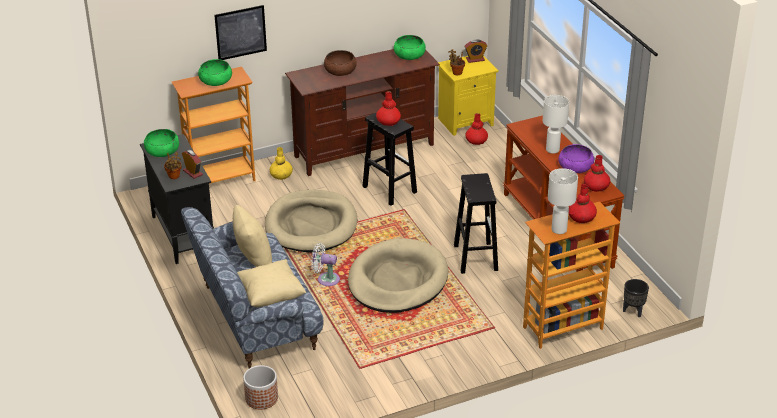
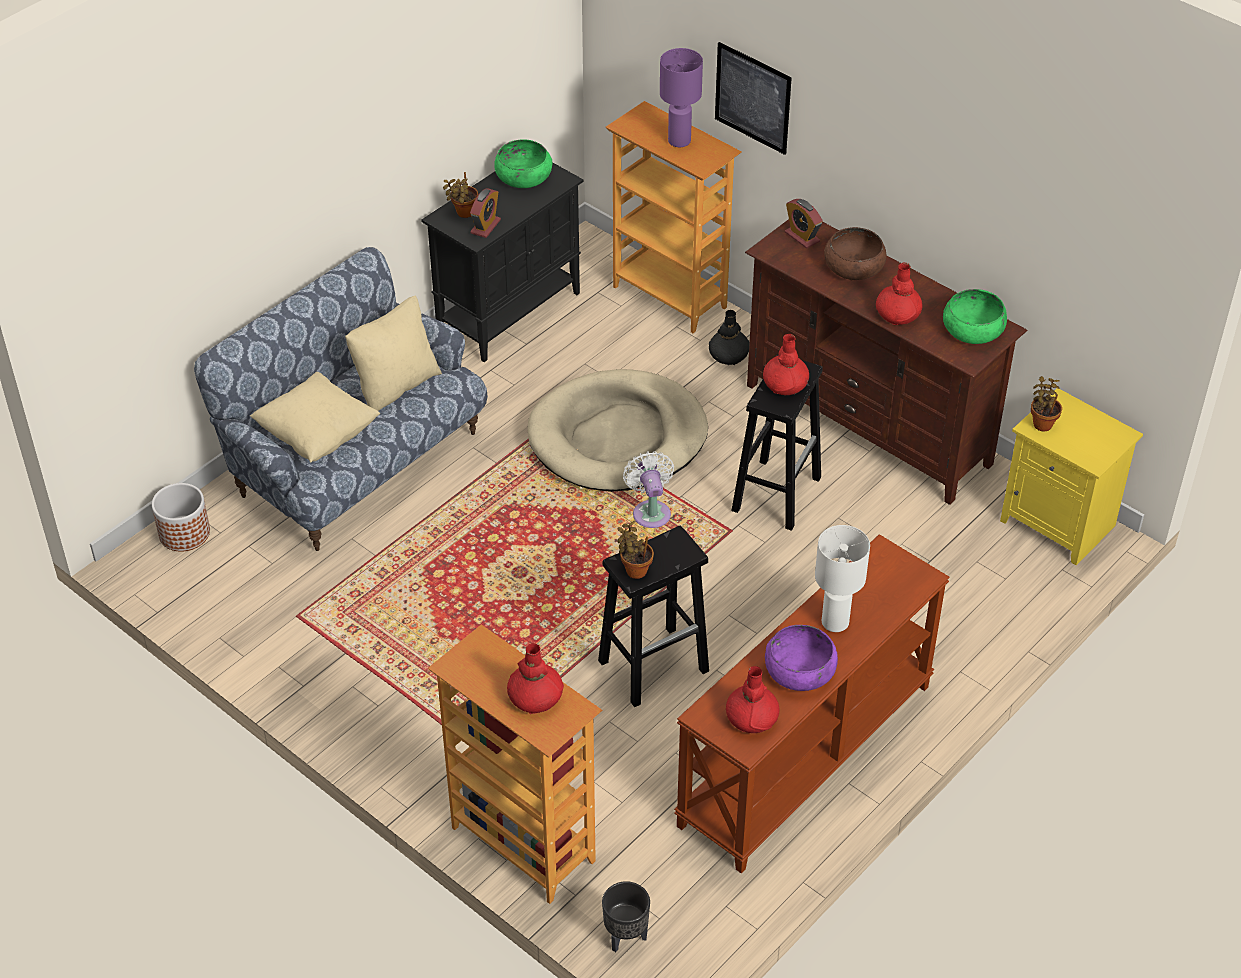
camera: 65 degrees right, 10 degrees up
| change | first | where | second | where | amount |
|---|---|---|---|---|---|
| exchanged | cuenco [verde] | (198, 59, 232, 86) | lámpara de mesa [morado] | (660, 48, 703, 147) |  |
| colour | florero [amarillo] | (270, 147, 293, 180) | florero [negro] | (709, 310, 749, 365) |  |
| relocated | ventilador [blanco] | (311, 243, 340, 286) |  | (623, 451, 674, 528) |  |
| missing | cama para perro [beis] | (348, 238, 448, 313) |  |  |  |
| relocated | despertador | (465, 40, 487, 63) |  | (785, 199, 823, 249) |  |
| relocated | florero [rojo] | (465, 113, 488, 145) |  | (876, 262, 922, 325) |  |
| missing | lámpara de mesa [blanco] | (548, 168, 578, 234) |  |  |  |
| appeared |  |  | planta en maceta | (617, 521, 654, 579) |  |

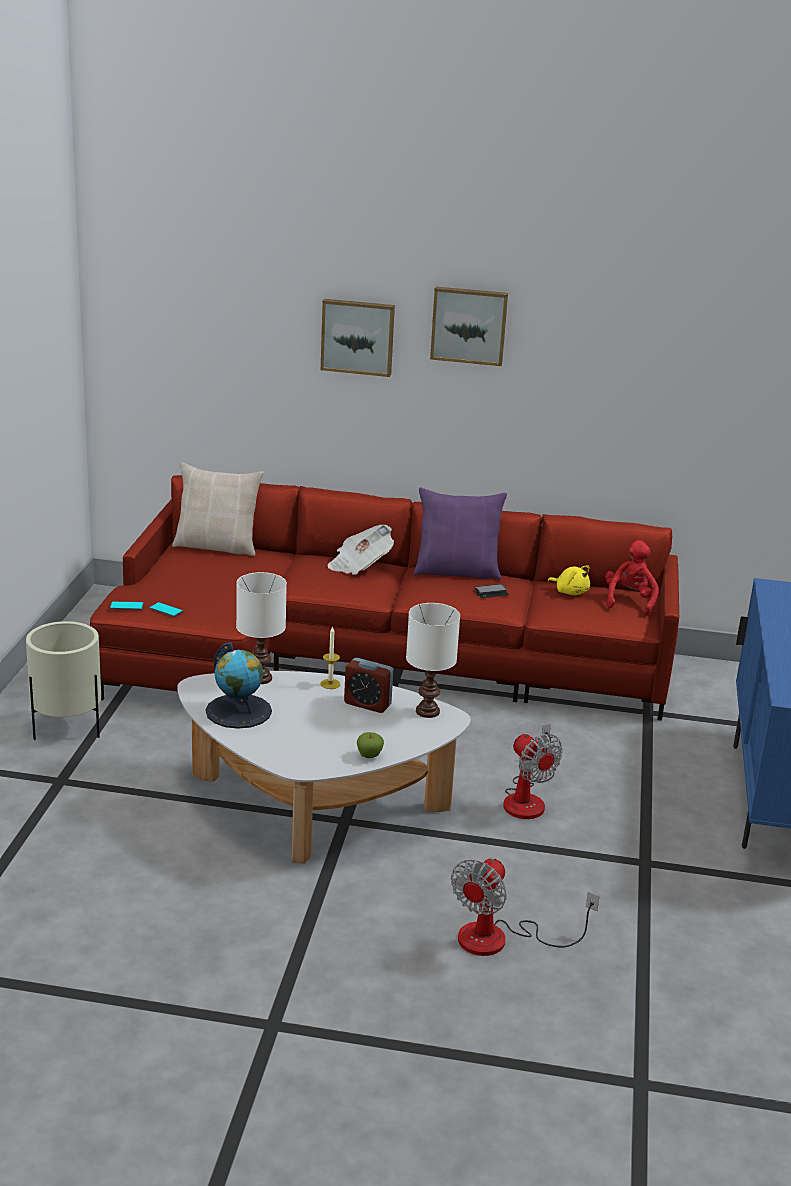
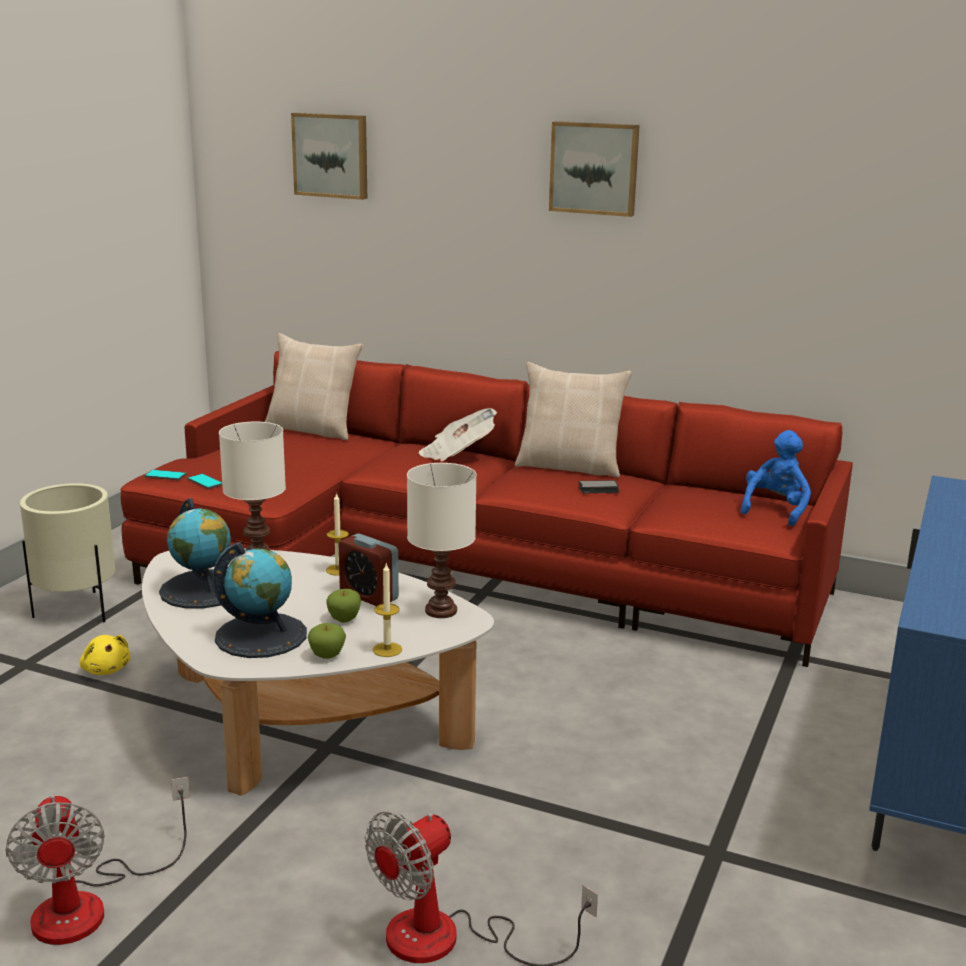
camera: 15 degrees right, 5 degrees down
| change | first | where | second | where | amount |
|---|---|---|---|---|---|
| relocated | cuadro | (321, 299, 395, 377) |  | (291, 113, 367, 200) |  |
| colour | cojín [morado] | (414, 488, 507, 580) | cojín [beis] | (515, 362, 632, 478) |  |
| relocated | ventilador | (503, 723, 563, 819) |  | (5, 777, 190, 945) |  |
| relocated | peluche [amarillo] | (547, 566, 590, 595) |  | (80, 635, 130, 675) |  |
| colour | peluche [rojo] | (605, 540, 659, 616) | peluche [azul] | (741, 430, 811, 526) |  |
| appeared |  |  | globo terráqueo | (213, 542, 307, 658) |  |
| appeared |  |  | manzana | (326, 589, 361, 623) |  |
| appeared |  |  | vela | (373, 564, 402, 657) |  |

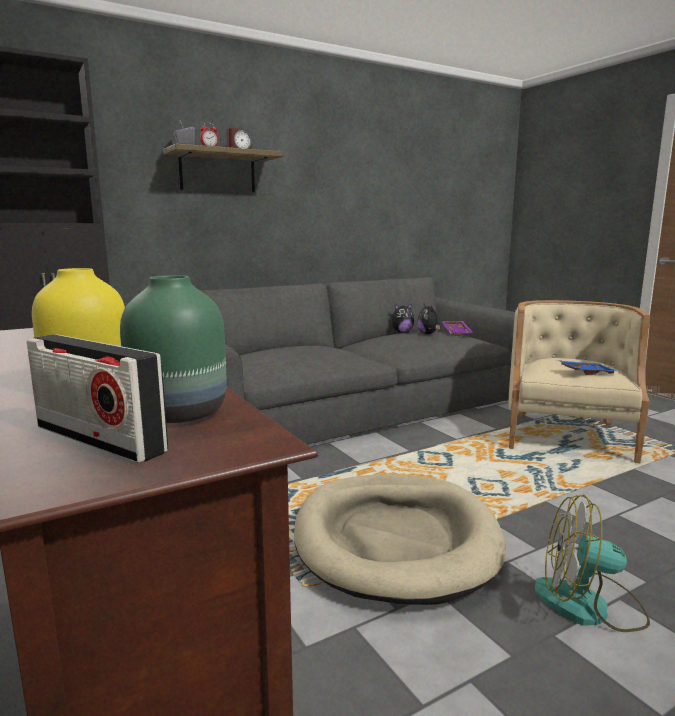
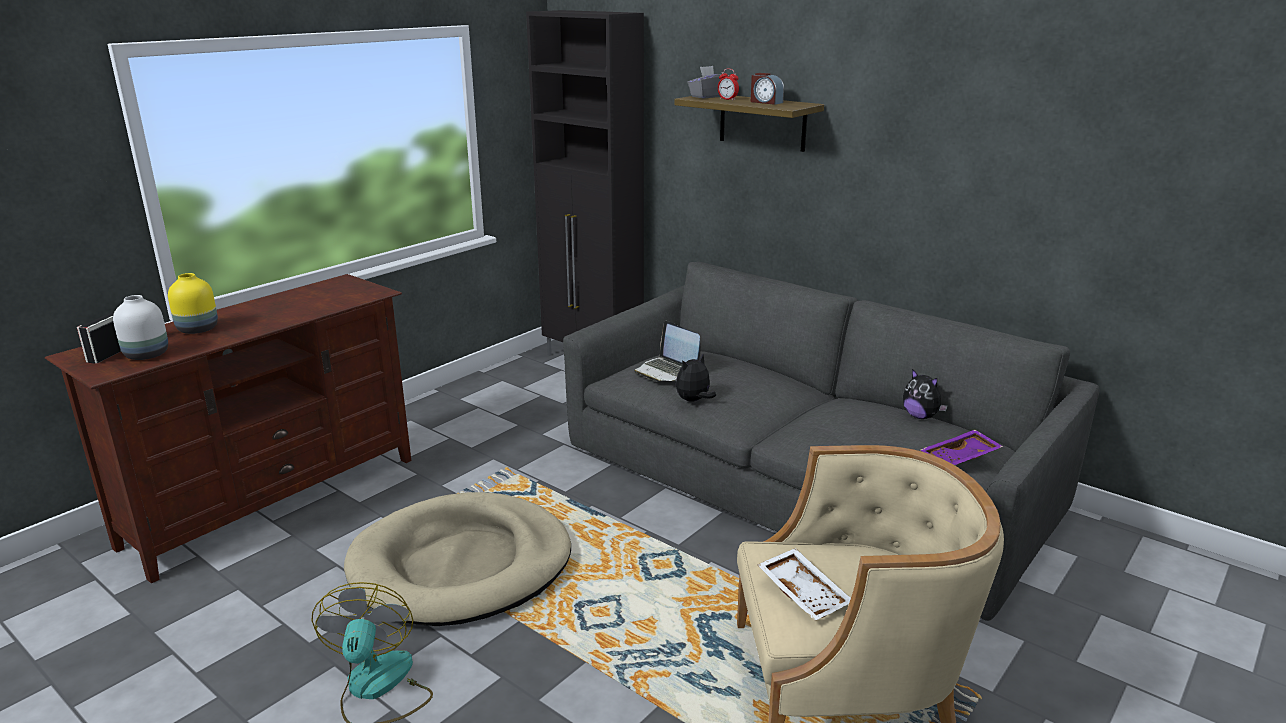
camera: 70 degrees right, 10 degrees up
| change | first | where | second | where | amount |
|---|---|---|---|---|---|
| colour | florero [verde] | (120, 275, 227, 423) | florero [blanco] | (113, 295, 168, 360) |  |
| relocated | peluche | (417, 304, 440, 334) |  | (676, 355, 716, 402) |  |
| colour | bandeja [azul] | (557, 360, 619, 375) | bandeja [blanco] | (757, 548, 851, 621) |  |
| appeared |  |  | portátil | (634, 321, 701, 381) |  |

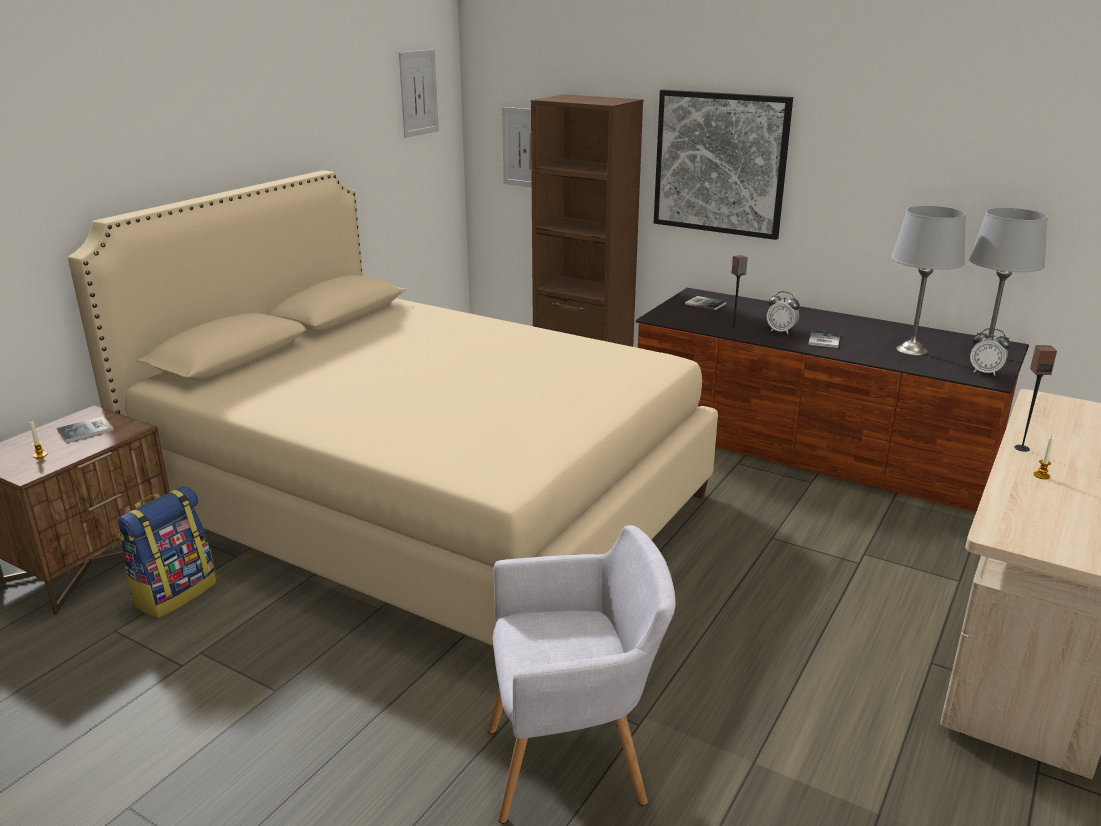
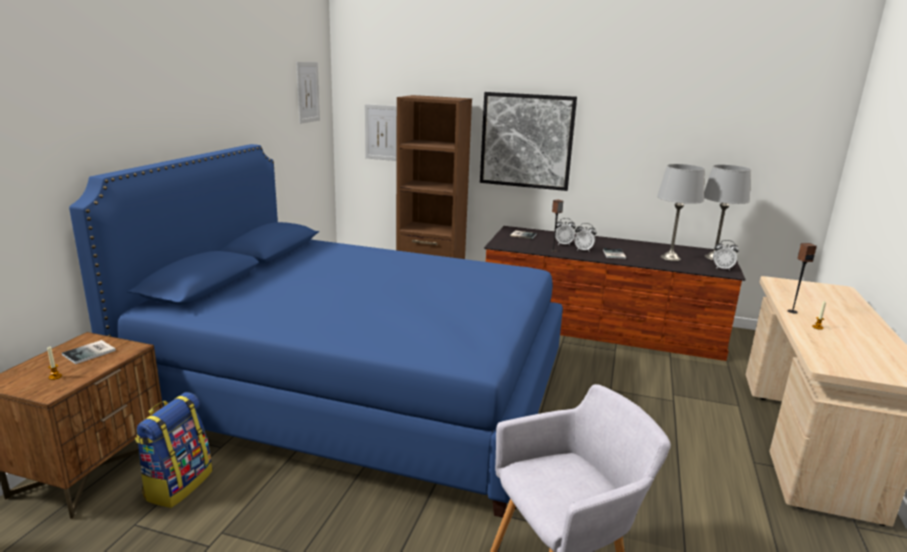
camera: 15 degrees left, 5 degrees down
| change | first | where | second | where | amount |
|---|---|---|---|---|---|
| colour | cama [beis] | (68, 170, 718, 646) | cama [azul] | (69, 144, 563, 518) |  |
| appeared |  |  | despertador | (555, 218, 576, 246) |  |

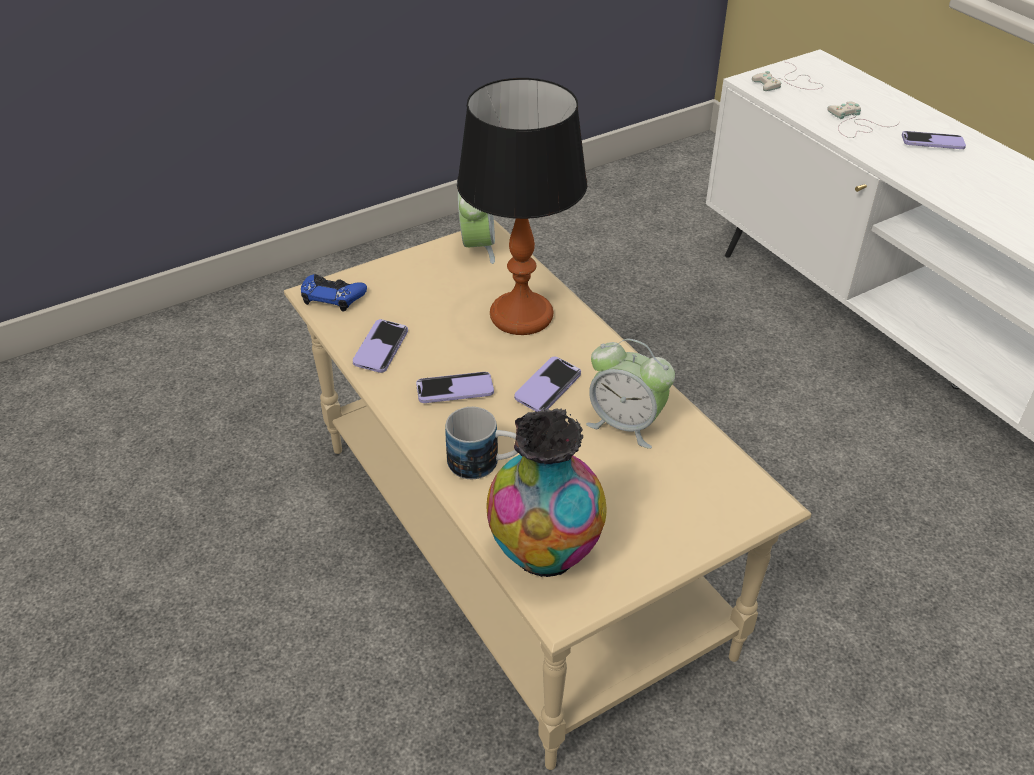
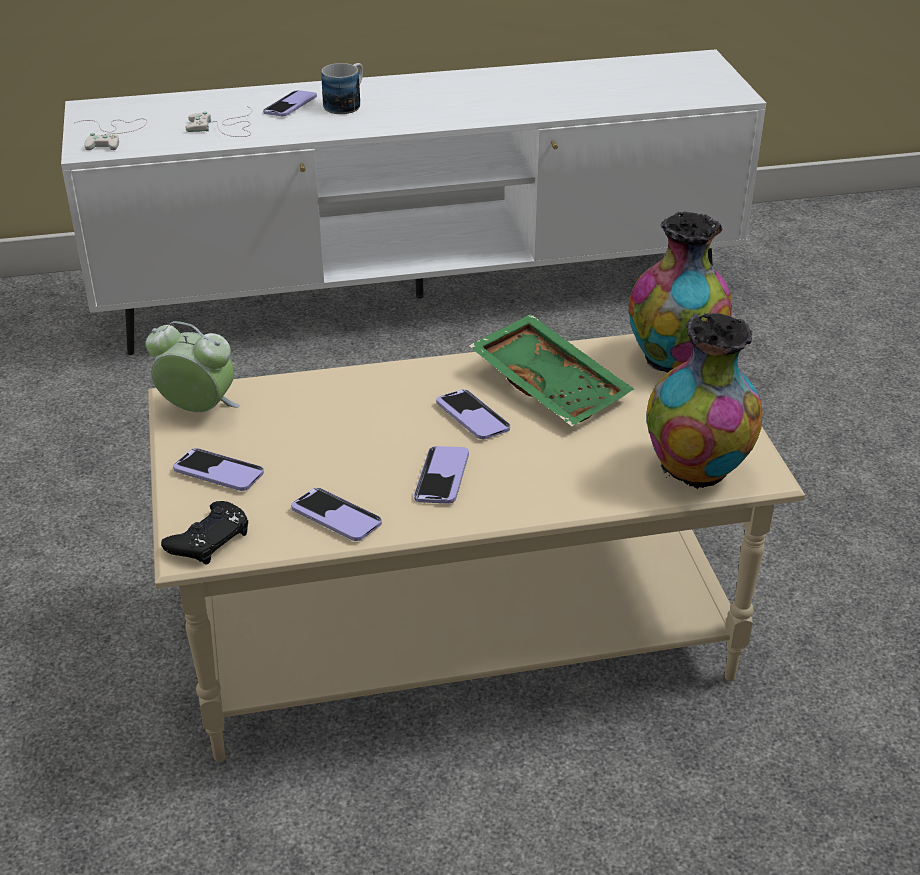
camera: 70 degrees left, 5 degrees down
| change | first | where | second | where | amount |
|---|---|---|---|---|---|
| colour | mando de consola [azul] | (301, 274, 367, 312) | mando de consola [negro] | (161, 501, 248, 565) |  |
| relocated | taza grande | (445, 407, 517, 479) |  | (321, 63, 363, 114) |  |
| missing | lámpara de mesa | (457, 78, 587, 335) |  |  |  |
| exchanged | despertador | (586, 338, 675, 449) | bandeja [verde] | (469, 314, 634, 426) |  |
| appeared |  |  | móvil | (173, 448, 264, 491) |  |
| appeared |  |  | florero | (629, 211, 732, 373) |  |

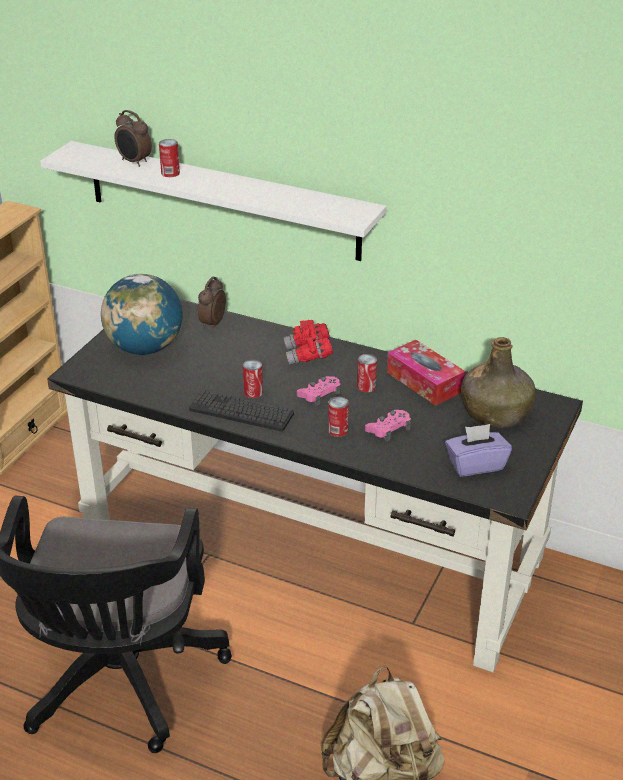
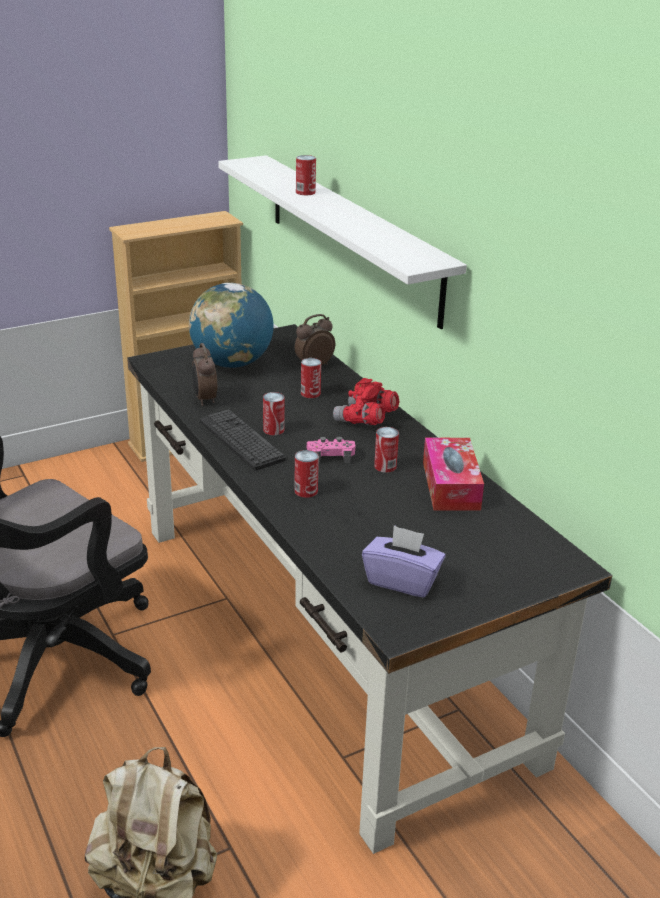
camera: 35 degrees right, 5 degrees down
| change | first | where | second | where | amount |
|---|---|---|---|---|---|
| relocated | despertador | (114, 110, 152, 167) |  | (192, 343, 217, 406) |  |
| missing | mando de consola [rosa] | (365, 410, 411, 443) |  |  |  |
| missing | botella [verde] | (461, 337, 536, 428) |  |  |  |
| appeared |  |  | lata | (301, 358, 321, 398) |  |

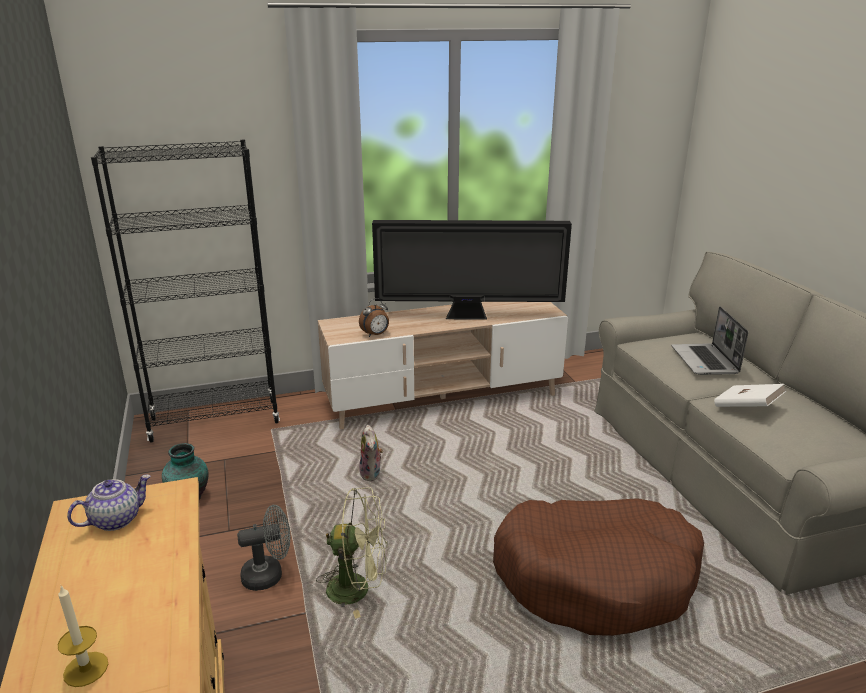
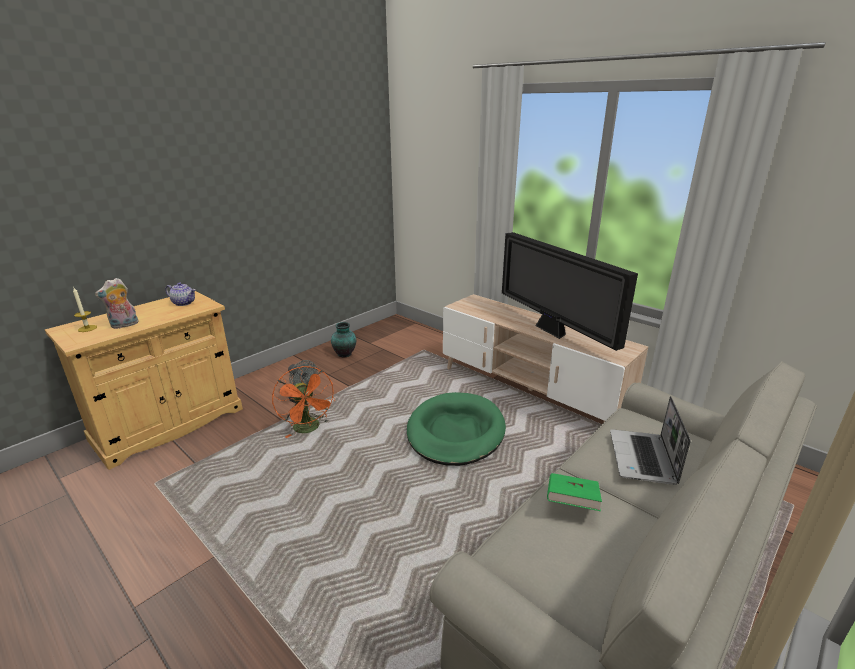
camera: 60 degrees right, 0 degrees up
| change | first | where | second | where | amount |
|---|---|---|---|---|---|
| missing | estantería [negro] | (91, 139, 280, 443) |  |  |  |
| colour | ventilador [verde] | (316, 487, 388, 619) | ventilador [naranja] | (272, 366, 335, 438) |  |
| missing | despertador | (359, 298, 389, 337) |  |  |  |
| relocated | peluche | (359, 425, 383, 481) |  | (95, 278, 139, 329) |  |
| missing | cama para perro [marrón] | (493, 498, 704, 636) |  |  |  |
| spun | portátil | (671, 306, 748, 375) |  | (610, 396, 691, 485) | 45 degrees counterclockwise |
| colour | libro [blanco] | (714, 384, 786, 407) | libro [verde] | (547, 473, 602, 511) |  |
| appeared |  |  | cama para perro [verde] | (407, 392, 506, 466) |  |

